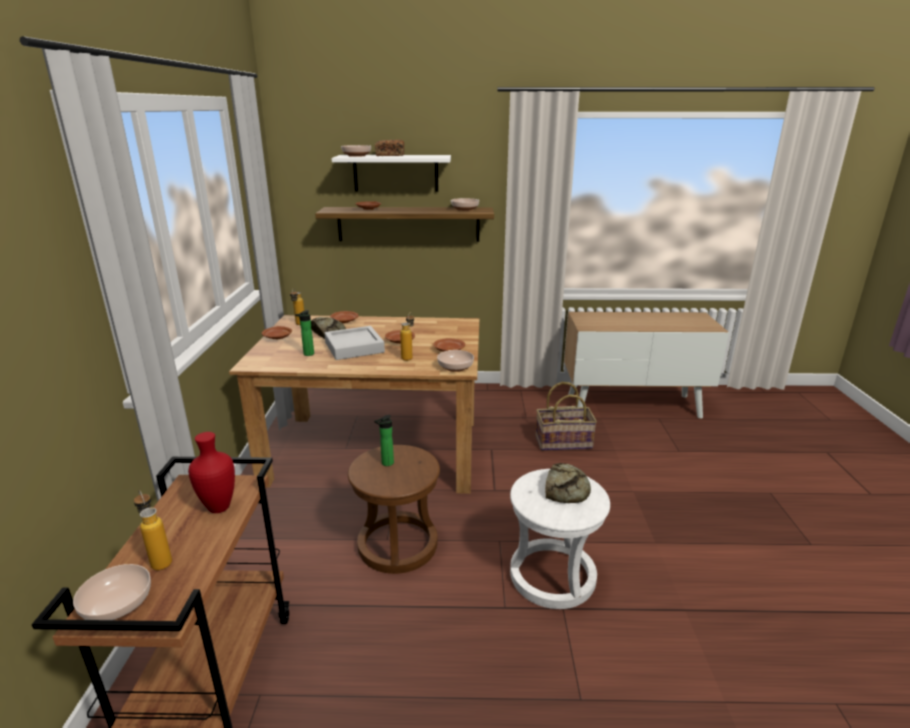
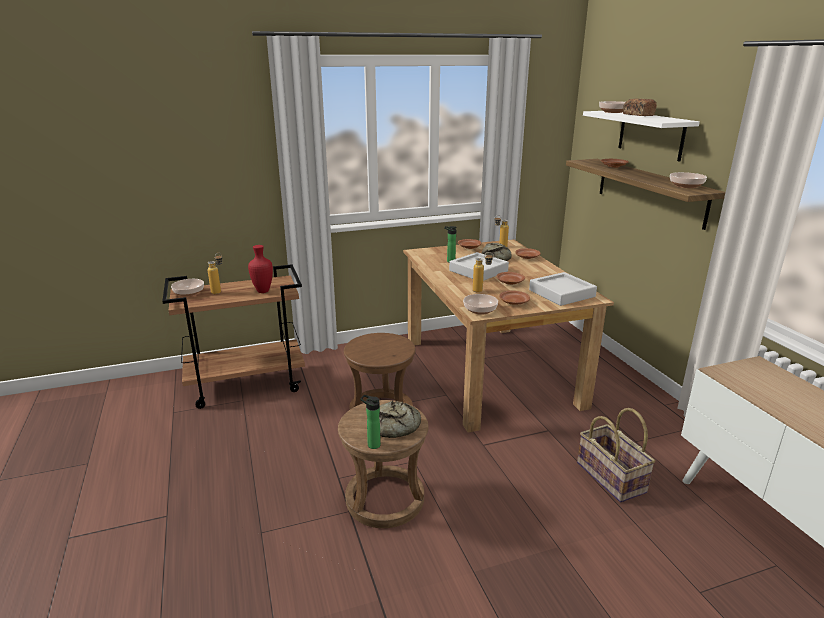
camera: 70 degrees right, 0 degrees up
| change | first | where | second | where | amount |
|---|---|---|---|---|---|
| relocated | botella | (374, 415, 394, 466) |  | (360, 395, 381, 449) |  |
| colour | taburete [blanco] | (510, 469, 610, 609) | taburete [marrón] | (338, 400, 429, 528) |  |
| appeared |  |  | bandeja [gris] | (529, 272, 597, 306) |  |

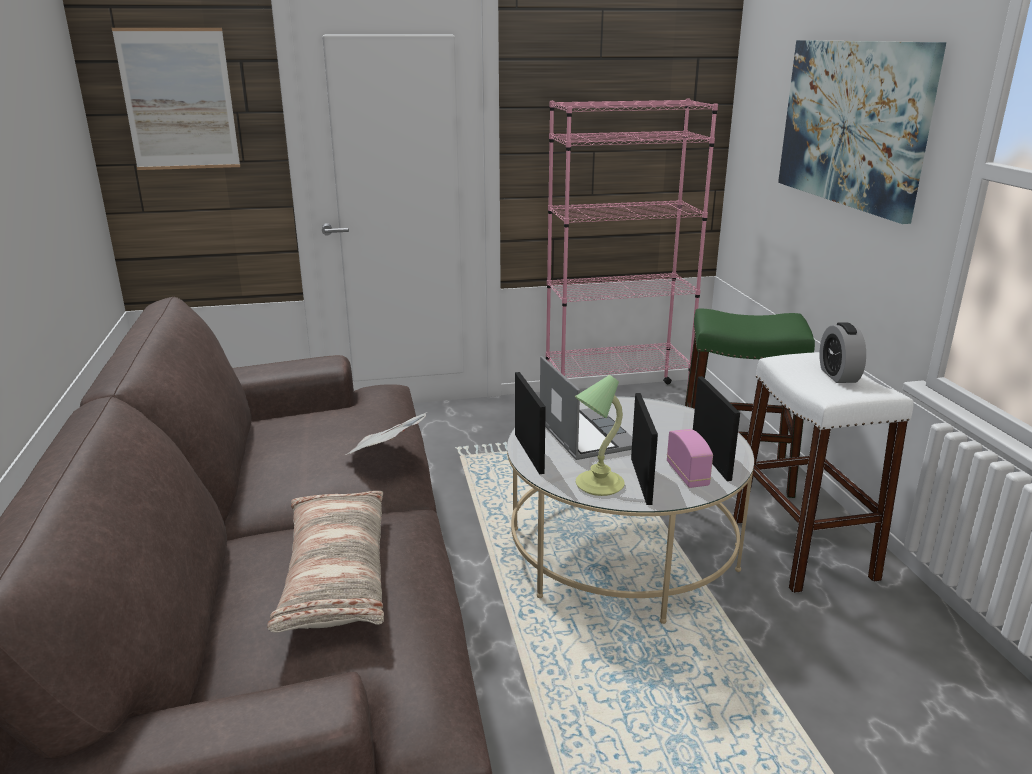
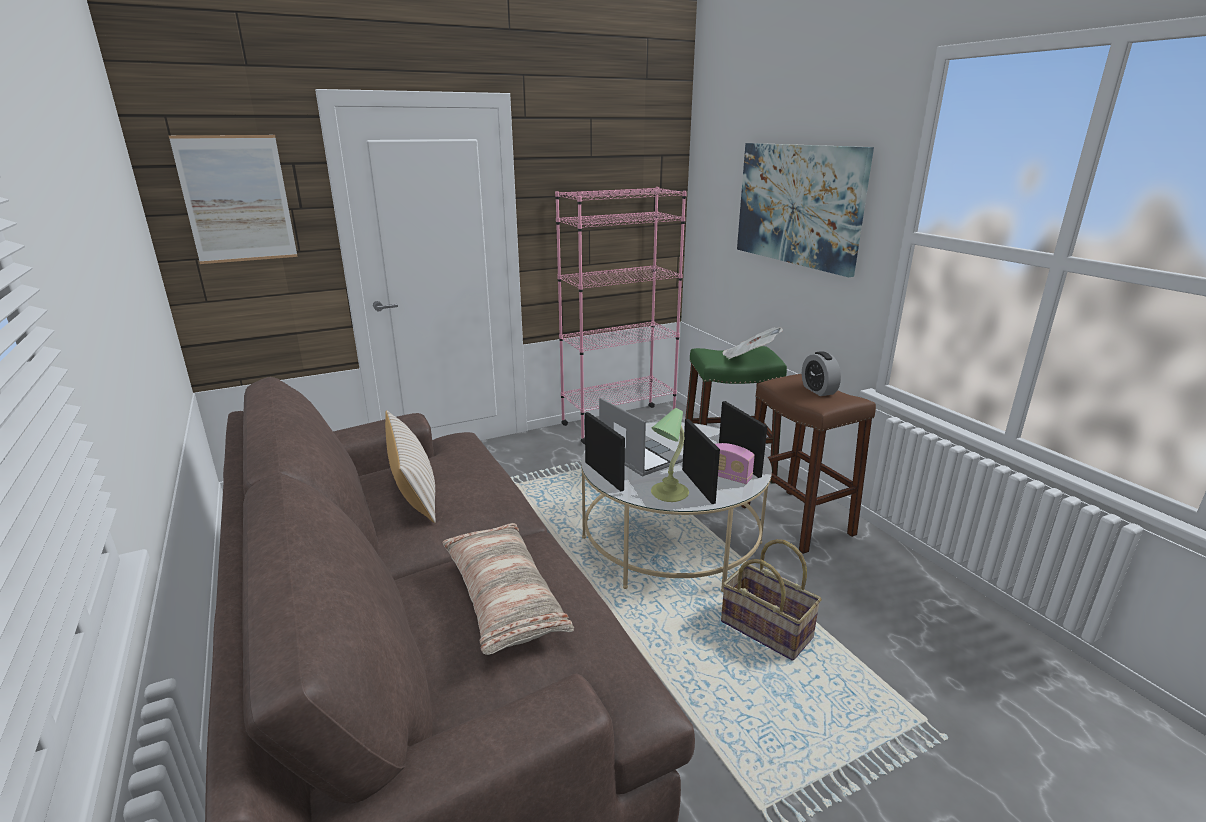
camera: 15 degrees left, 0 degrees up
| change | first | where | second | where | amount |
|---|---|---|---|---|---|
| relocated | periódico | (345, 412, 427, 455) |  | (722, 327, 783, 359) |  |
| spun | radio | (667, 429, 713, 488) |  | (715, 443, 755, 484) | 150 degrees clockwise |
| colour | taburete [blanco] | (733, 352, 913, 593) | taburete [marrón] | (741, 374, 876, 554) |  |
| appeared |  |  | cojín [beis] | (385, 410, 436, 523) |  |
| appeared |  |  | cesta | (721, 539, 822, 661) |  |

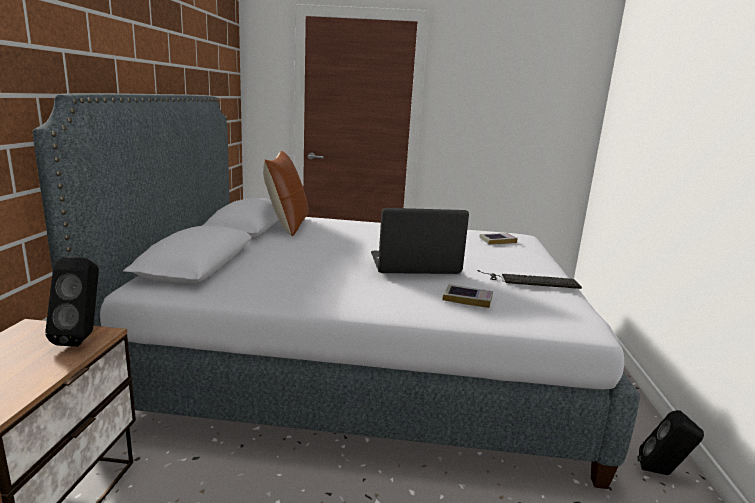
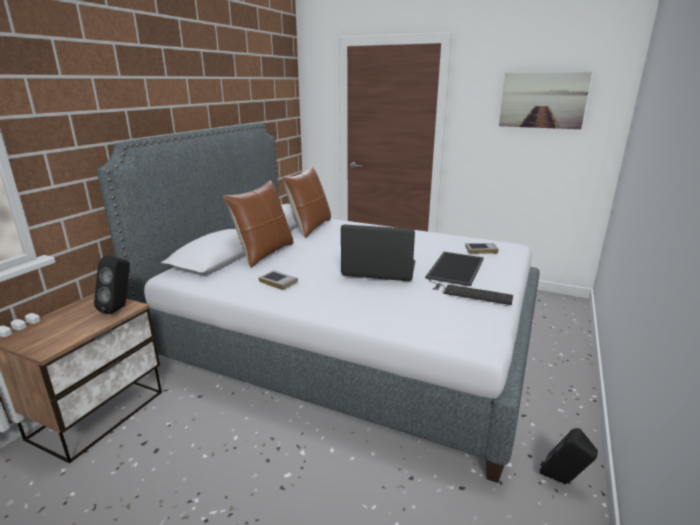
camera: 20 degrees right, 5 degrees up
| change | first | where | second | where | amount |
|---|---|---|---|---|---|
| relocated | libro | (443, 284, 493, 308) |  | (259, 270, 298, 290) |  |
| appeared |  |  | cojín [marrón] | (223, 181, 293, 267) |  |
| appeared |  |  | bandeja | (425, 252, 484, 286) |  |
| appeared |  |  | cuadro | (499, 72, 592, 129) |  |

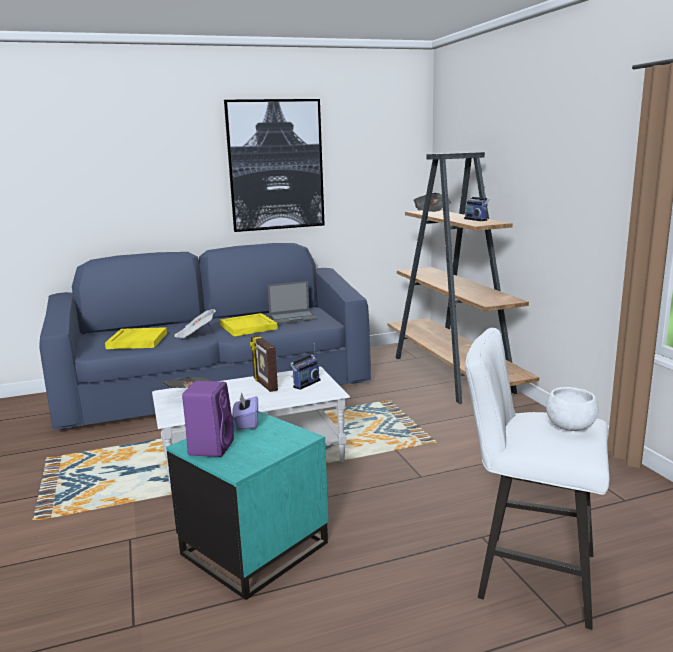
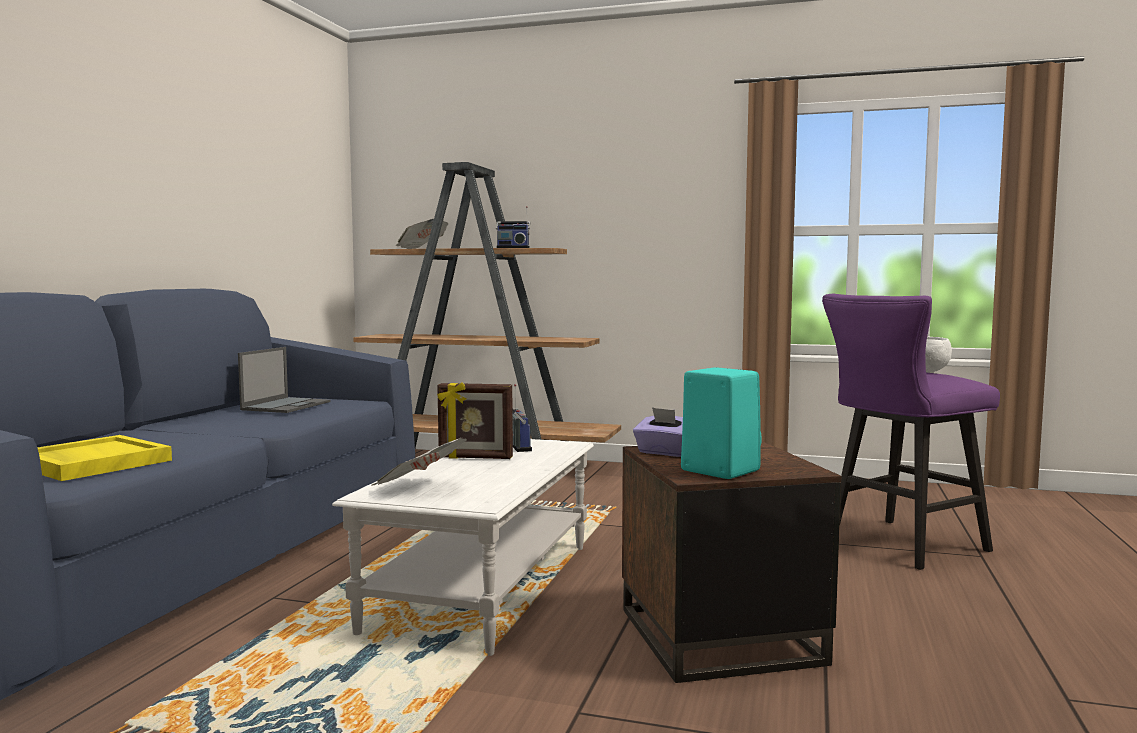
camera: 55 degrees left, 10 degrees down
| change | first | where | second | where | amount |
|---|---|---|---|---|---|
| colour | mesa auxiliar [turquesa] | (166, 411, 328, 600) | mesa auxiliar [marrón] | (622, 441, 841, 683) |  |
| missing | periódico | (174, 309, 216, 339) |  |  |  |
| colour | altavoz [morado] | (182, 381, 234, 457) | altavoz [turquesa] | (681, 367, 762, 479) |  |
| missing | bandeja [amarillo] | (220, 313, 278, 336) |  |  |  |
| missing | cuadro | (224, 99, 325, 232) |  |  |  |
| colour | taburete [blanco] | (465, 328, 610, 630) | taburete [morado] | (822, 294, 1000, 570) |  |

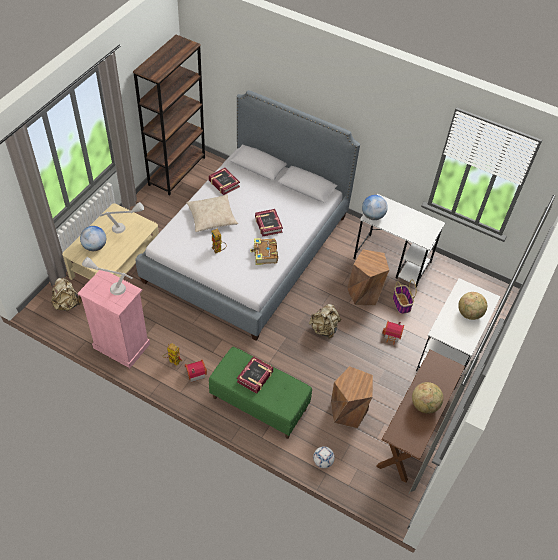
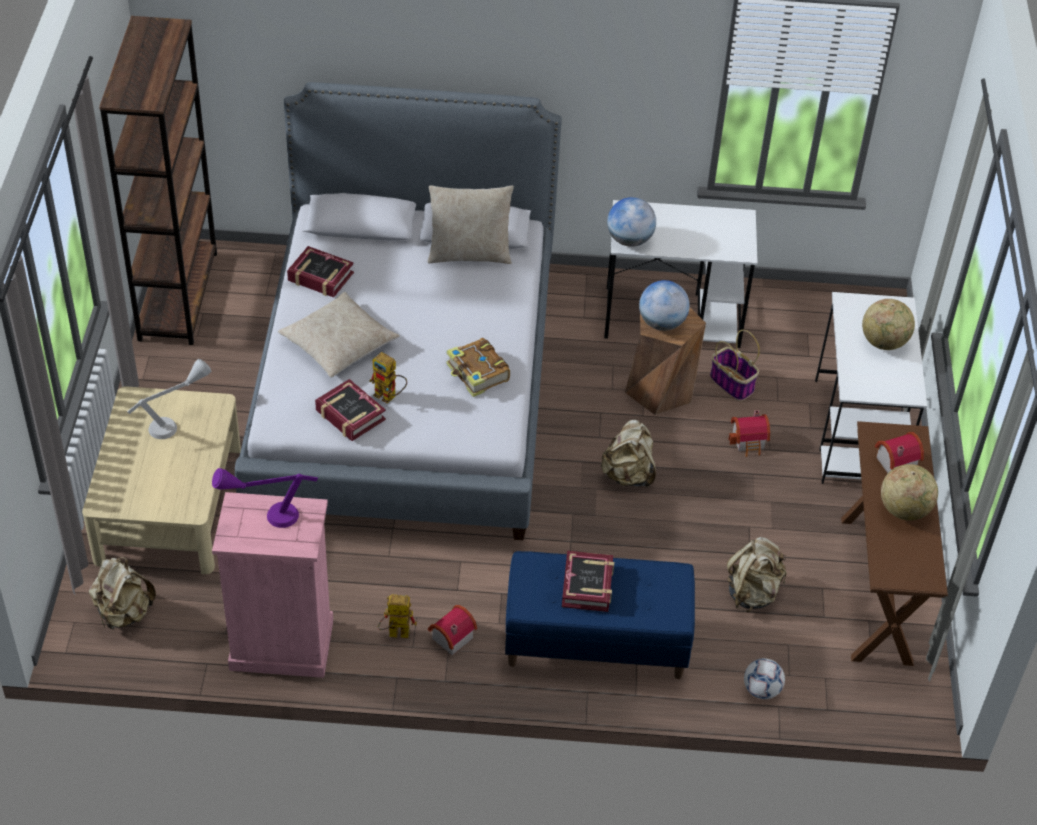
camera: 25 degrees left, 5 degrees down
| change | first | where | second | where | amount |
|---|---|---|---|---|---|
| relocated | globo terráqueo | (80, 226, 106, 251) |  | (639, 280, 690, 331) |  |
| colour | lámpara de mesa [gris] | (82, 257, 132, 295) | lámpara de mesa [morado] | (212, 468, 318, 528) |  |
| colour | banco [verde] | (209, 347, 312, 439) | banco [azul] | (505, 551, 695, 679) |  |
| relocated | libro | (255, 209, 283, 237) |  | (315, 379, 386, 441) |  |
| exchanged | taburete [marrón] | (331, 366, 373, 428) | mochila [beis] | (727, 537, 786, 612) |  |
| appeared |  |  | cojín [beis] | (428, 185, 514, 264) |  |
| appeared |  |  | casita | (875, 432, 924, 473) |  |

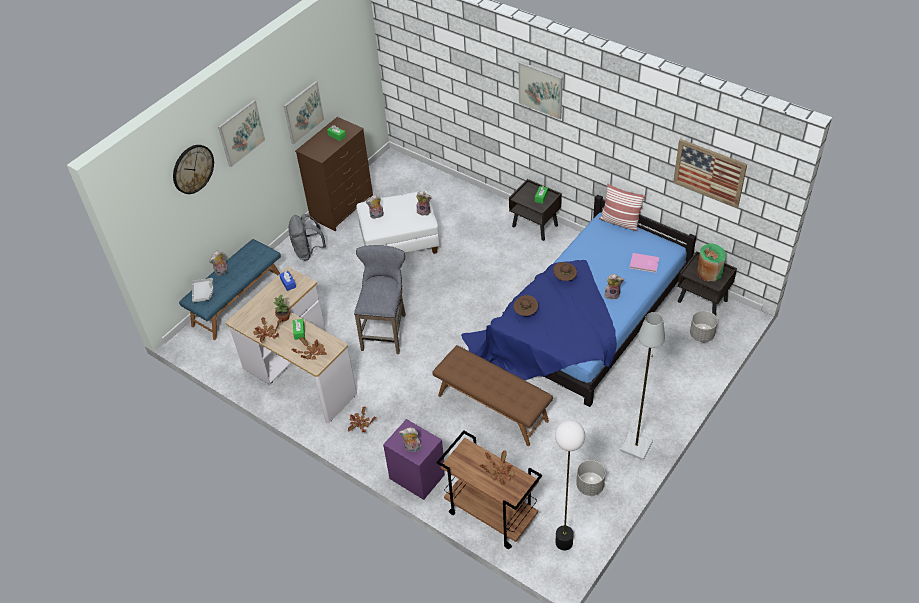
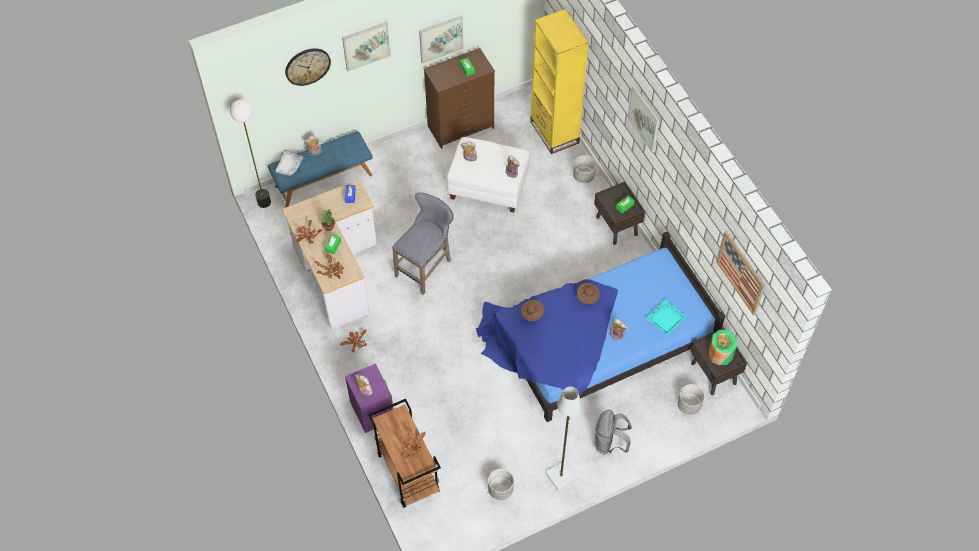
camera: 25 degrees right, 10 degrees up
| change | first | where | second | where | amount |
|---|---|---|---|---|---|
| relocated | mochila [gris] | (288, 214, 326, 260) |  | (595, 409, 632, 454) |  |
| missing | banco [marrón] | (432, 345, 553, 446) |  |  |  |
| relocated | lámpara de pie | (555, 420, 585, 550) |  | (230, 100, 271, 208) |  |
| missing | cojín | (599, 183, 646, 231) |  |  |  |
| exchanged | libro [rosa] | (629, 253, 659, 273) | bandeja [turquesa] | (646, 299, 687, 335) |  |
| appeared |  |  | estantería [amarillo] | (530, 9, 589, 154) |  |
| appeared |  |  | maceta [gris] | (573, 155, 596, 183) |  |

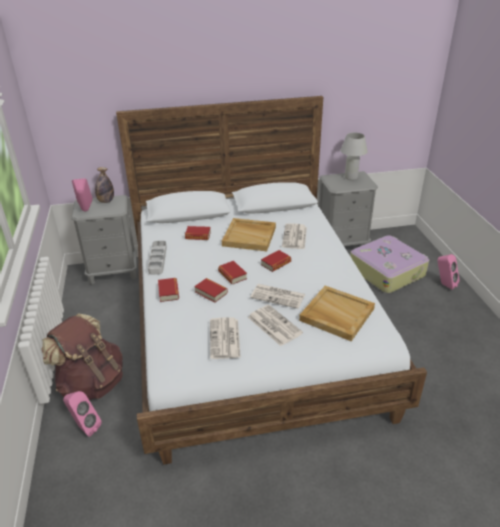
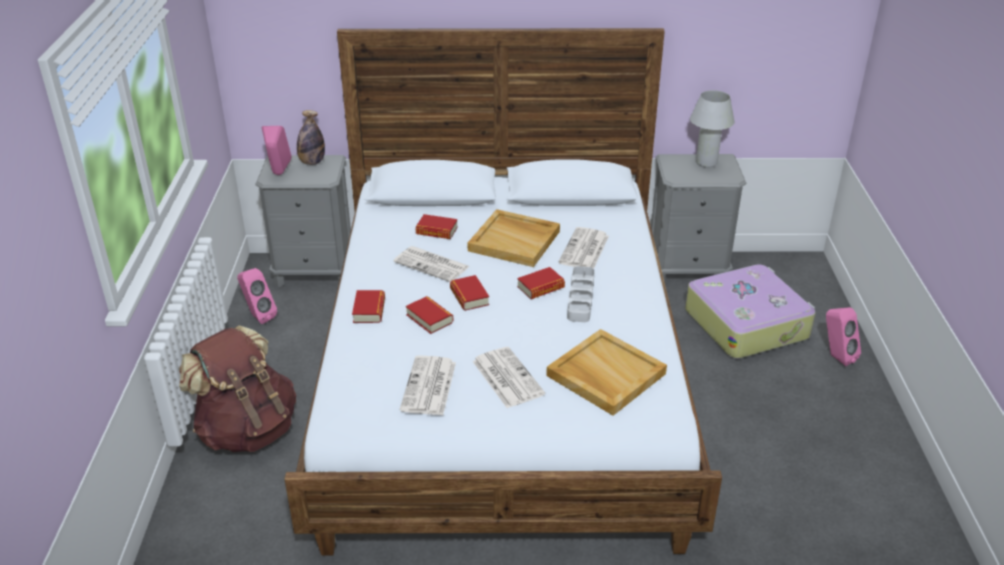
camera: 10 degrees right, 0 degrees up
| change | first | where | second | where | amount |
|---|---|---|---|---|---|
| relocated | altavoz [rosa] | (63, 391, 102, 437) |  | (237, 268, 277, 324) |  |
| relocated | bandeja [gris] | (148, 241, 167, 275) |  | (567, 266, 595, 322) |  |
| relocated | periódico | (250, 284, 305, 309) |  | (393, 246, 470, 282) |  |

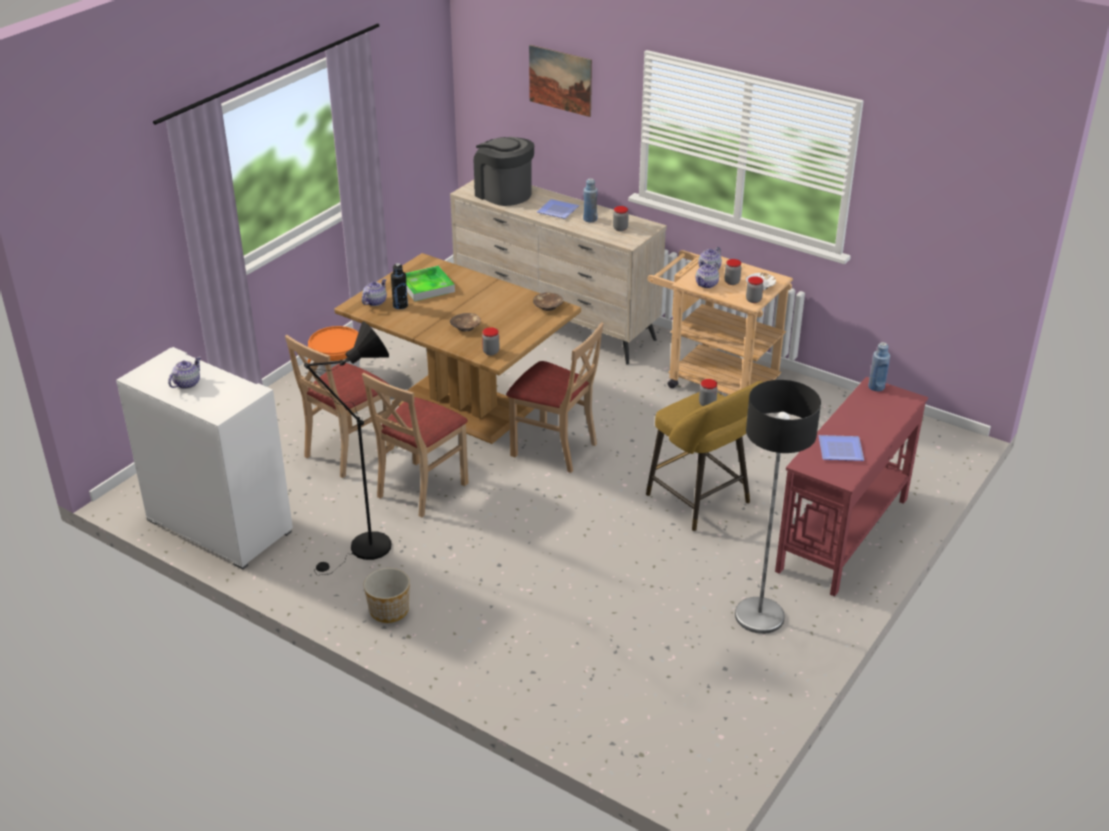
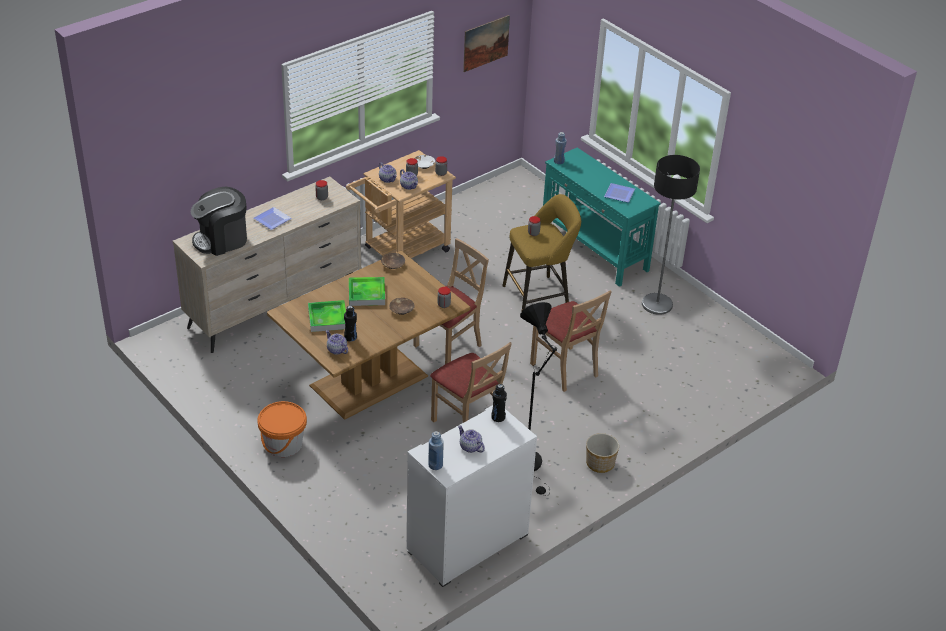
camera: 75 degrees left, 5 degrees up
| change | first | where | second | where | amount |
|---|---|---|---|---|---|
| relocated | silla [beis] | (285, 335, 394, 478) |  | (530, 290, 612, 392) |  |
| relocated | cuadro | (529, 45, 592, 117) |  | (463, 15, 510, 72) |  |
| relocated | botella [azul] | (583, 178, 598, 222) |  | (429, 431, 444, 470) |  |
| colour | mesa consola [rojo] | (775, 377, 928, 596) | mesa consola [turquesa] | (543, 148, 661, 287) |  |
| appeared |  |  | bandeja | (349, 277, 385, 306) |  |
| appeared |  |  | botella [negro] | (491, 384, 507, 422) |  |

